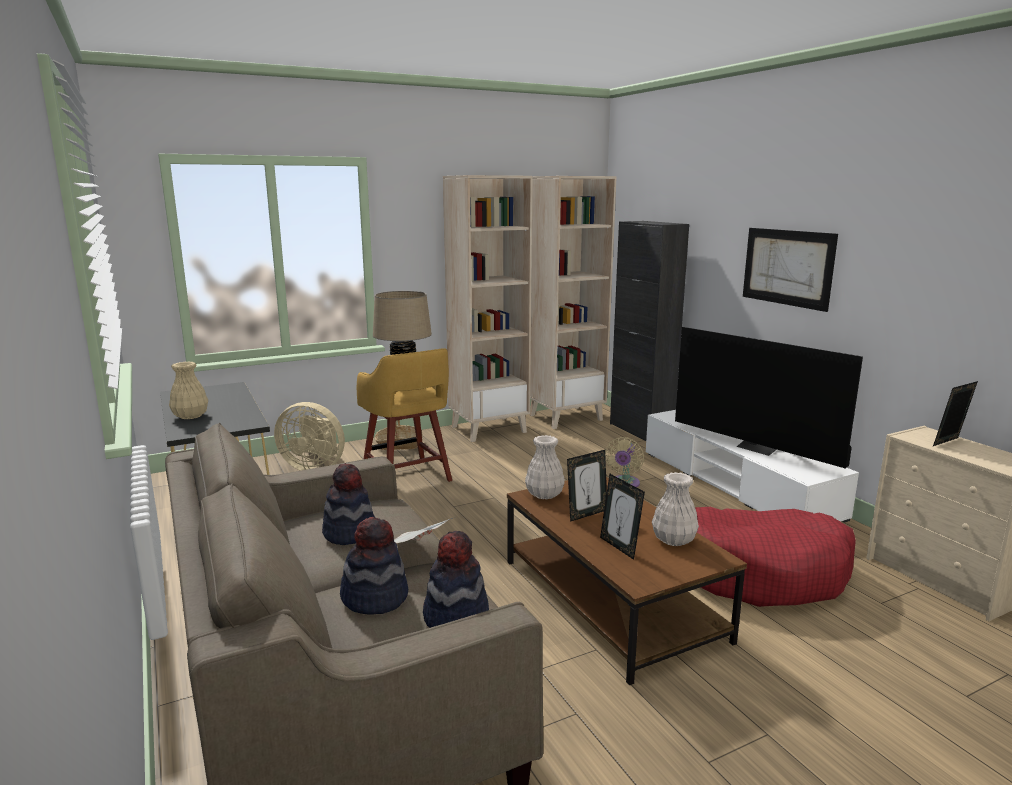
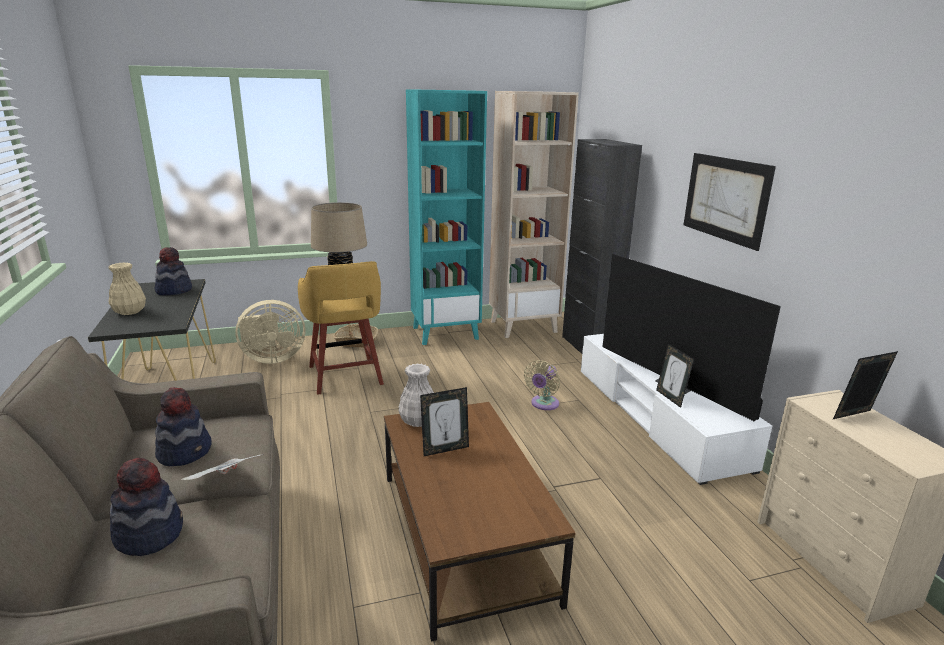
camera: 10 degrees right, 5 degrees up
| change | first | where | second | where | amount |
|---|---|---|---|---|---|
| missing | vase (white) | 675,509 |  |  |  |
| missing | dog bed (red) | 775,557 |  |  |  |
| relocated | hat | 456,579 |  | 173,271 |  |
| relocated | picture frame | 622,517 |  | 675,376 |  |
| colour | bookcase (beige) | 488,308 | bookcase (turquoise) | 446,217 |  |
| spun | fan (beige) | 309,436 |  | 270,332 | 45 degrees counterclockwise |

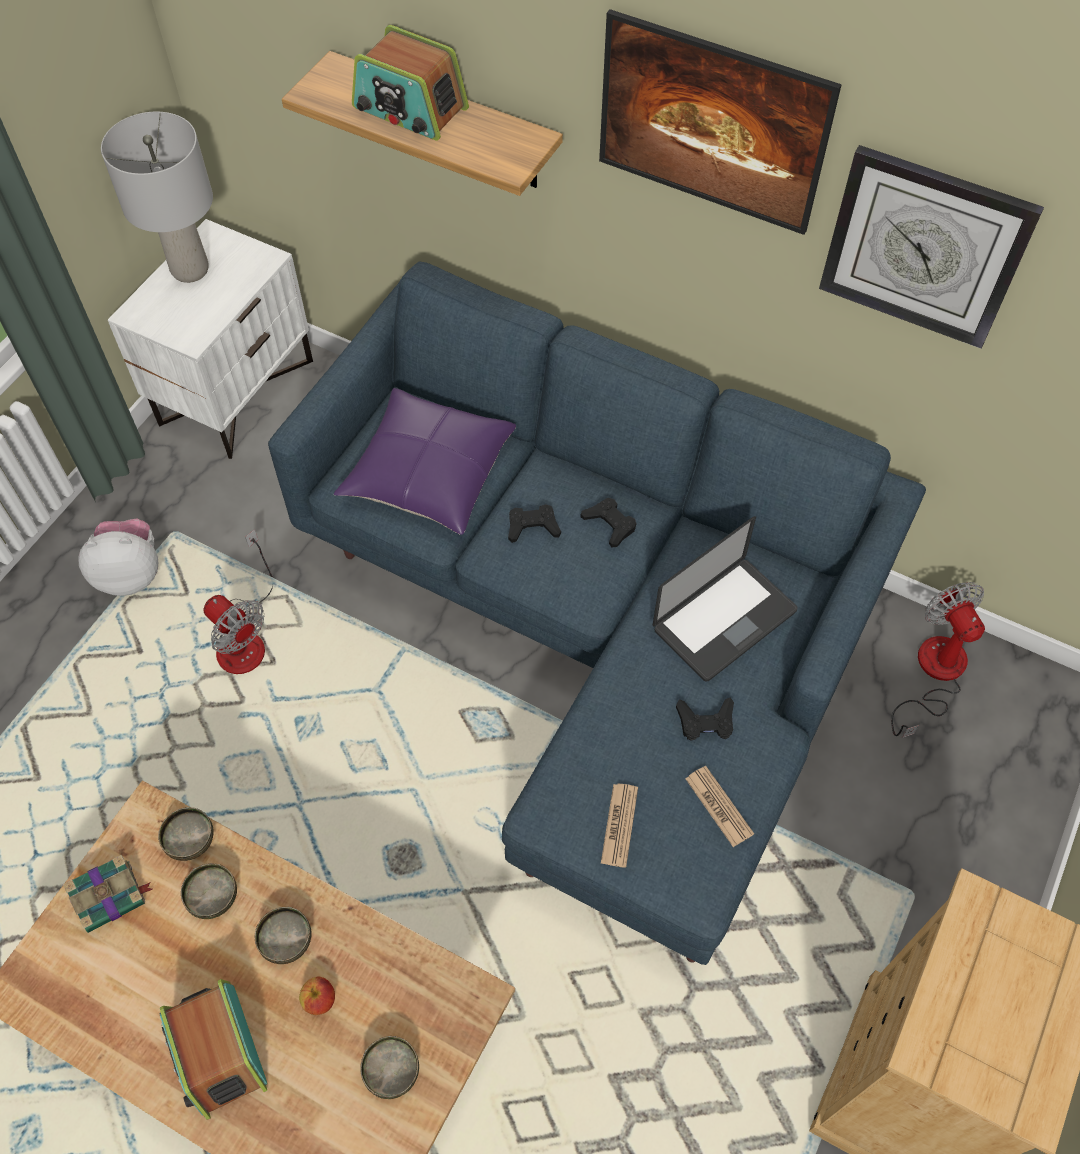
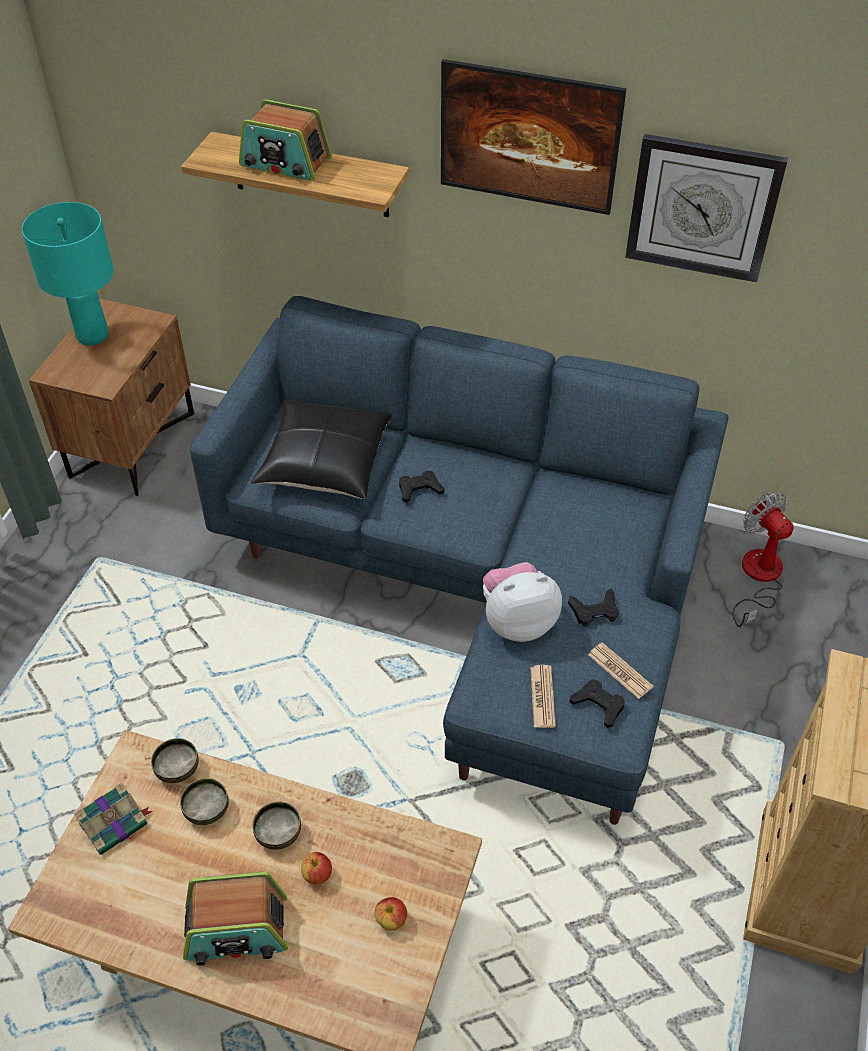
camera: 10 degrees left, 10 degrees down
| change | first | where | second | where | amount |
|---|---|---|---|---|---|
| missing | fan | 238,601 |  |  |  |
| missing | laptop | 725,599 |  |  |  |
| relocated | plush toy | 118,557 |  | 522,602 |  |
| relocated | game controller (black) | 608,523 |  | 597,703 |  |
| exchanged | bowl | 389,1067 | apple | 391,913 |  |
| colour | table lamp (grey) | 157,197 | table lamp (turquoise) | 68,274 |  |
| colour | nightstand (white) | 210,339 | nightstand (brown) | 111,397 |  |
| colour | pillow (purple) | 425,461 | pillow (black) | 321,449 |  |
| spun | radio | 213,1049 |  | 235,919 | 60 degrees counterclockwise |

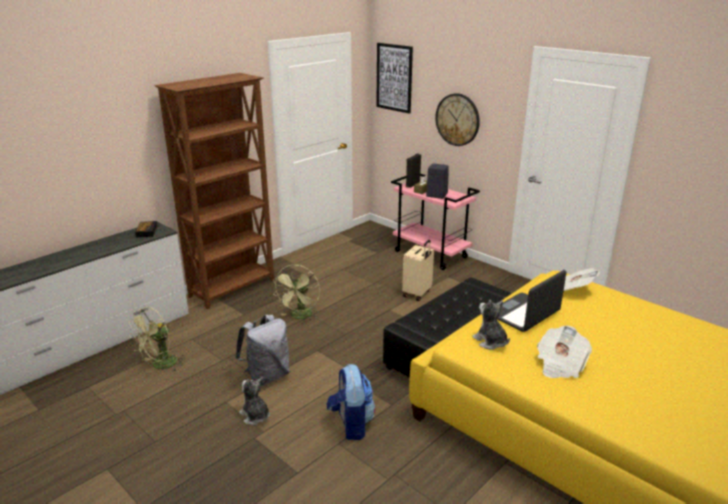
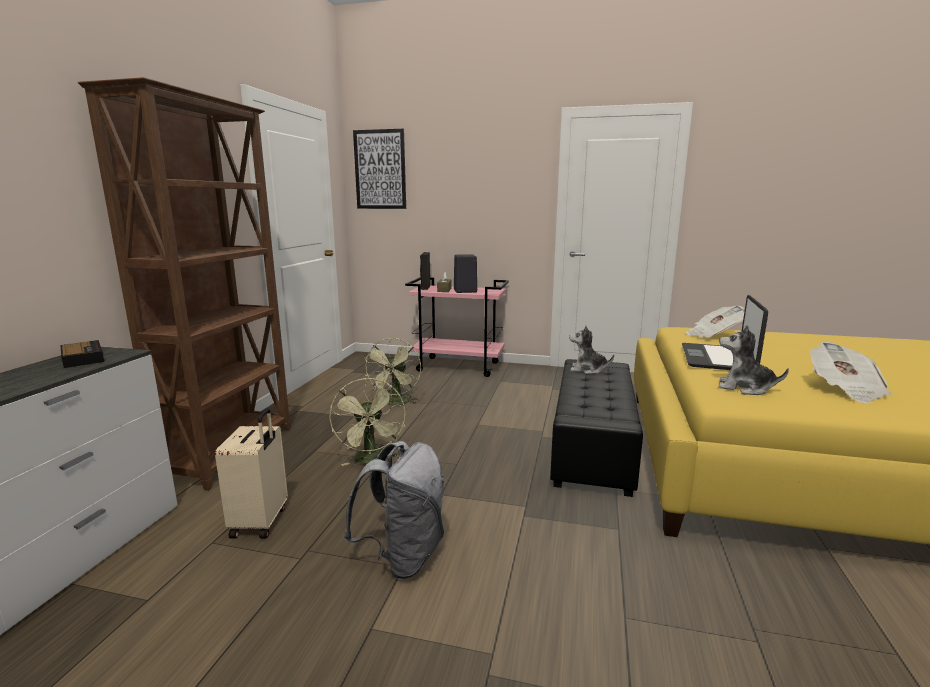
camera: 30 degrees left, 10 degrees down
| change | first | where | second | where | amount |
|---|---|---|---|---|---|
| missing | backpack | 351,402 |  |  |  |
| missing | wall clock | 457,119 |  |  |  |
| relocated | fan (green) | 157,339 |  | 392,371 |  |
| relocated | plush toy | 254,401 |  | 591,349 |  |
| relocated | suitcase (beige) | 418,270 |  | 251,473 |  |

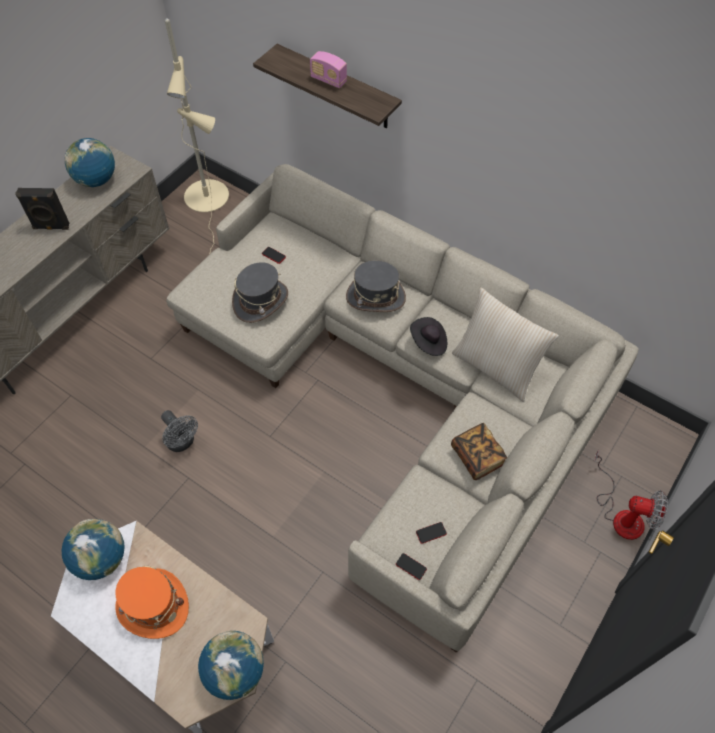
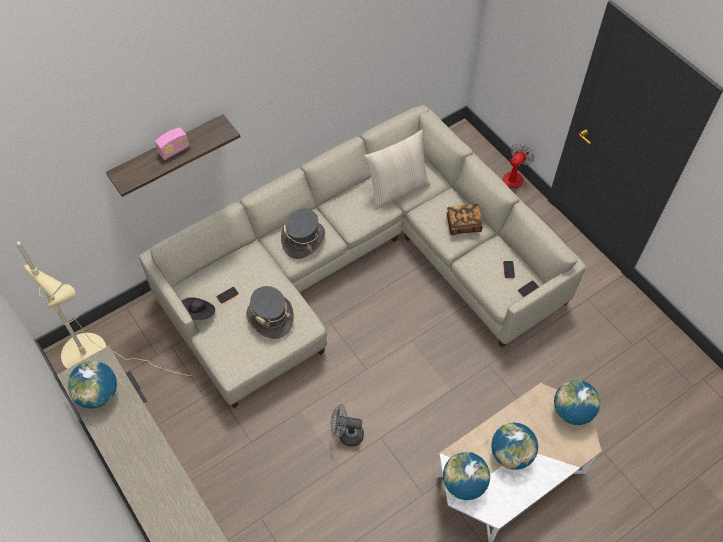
camera: 70 degrees left, 0 degrees up
| change | first | where | second | where | amount |
|---|---|---|---|---|---|
| missing | speaker (black) | 42,209 |  |  |  |
| relocated | hat (black) | 428,336 |  | 198,308 |  |
| exchanged | hat (orange) | 152,602 | globe | 514,446 |  |
| spun | fan (grey) | 179,431 |  | 347,425 | 150 degrees counterclockwise |

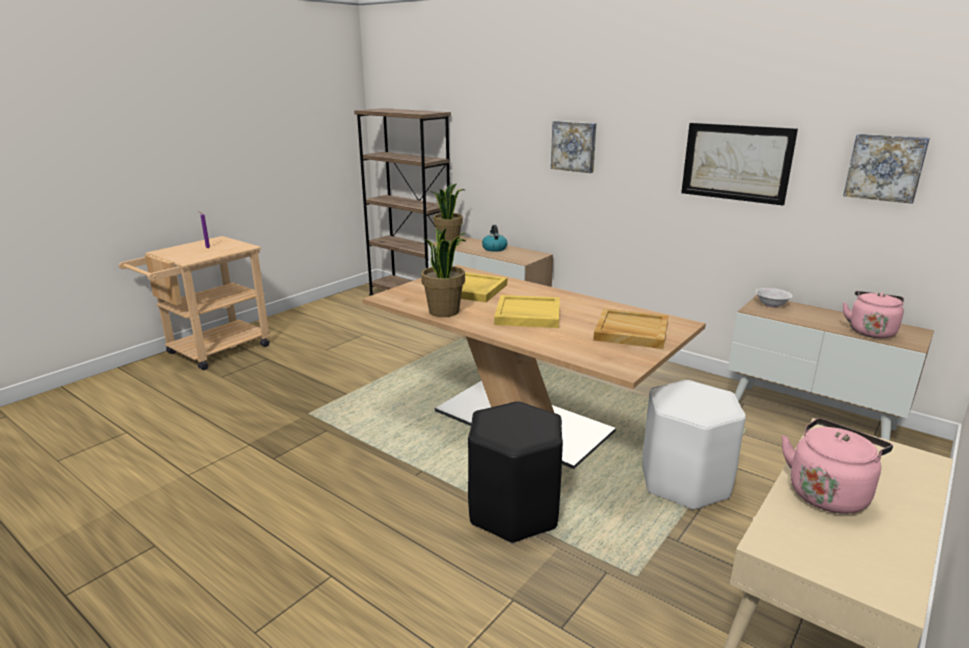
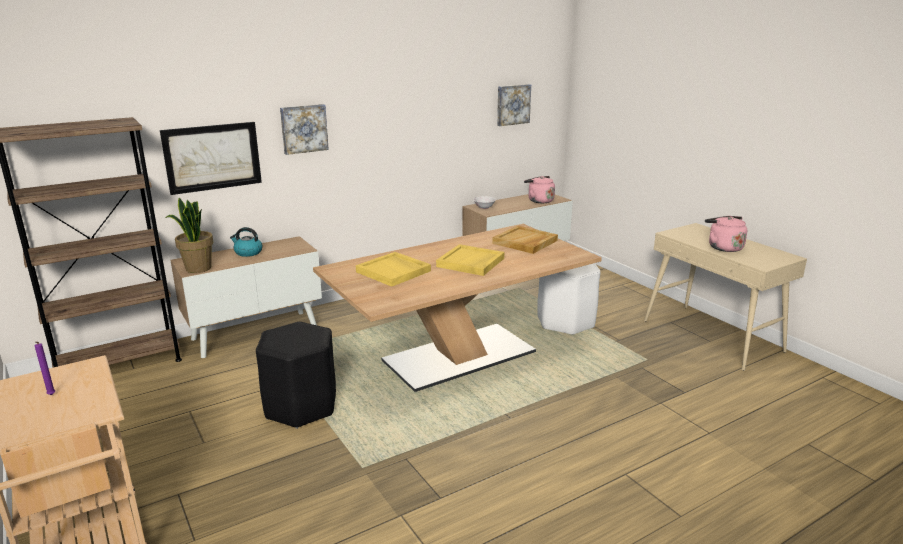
camera: 70 degrees left, 0 degrees up
| change | first | where | second | where | amount |
|---|---|---|---|---|---|
| missing | potted plant | 444,272 |  |  |  |
| relocated | stool (black) | 515,472 |  | 296,375 |  |
| relocated | picture | 739,164 |  | 211,158 |  |

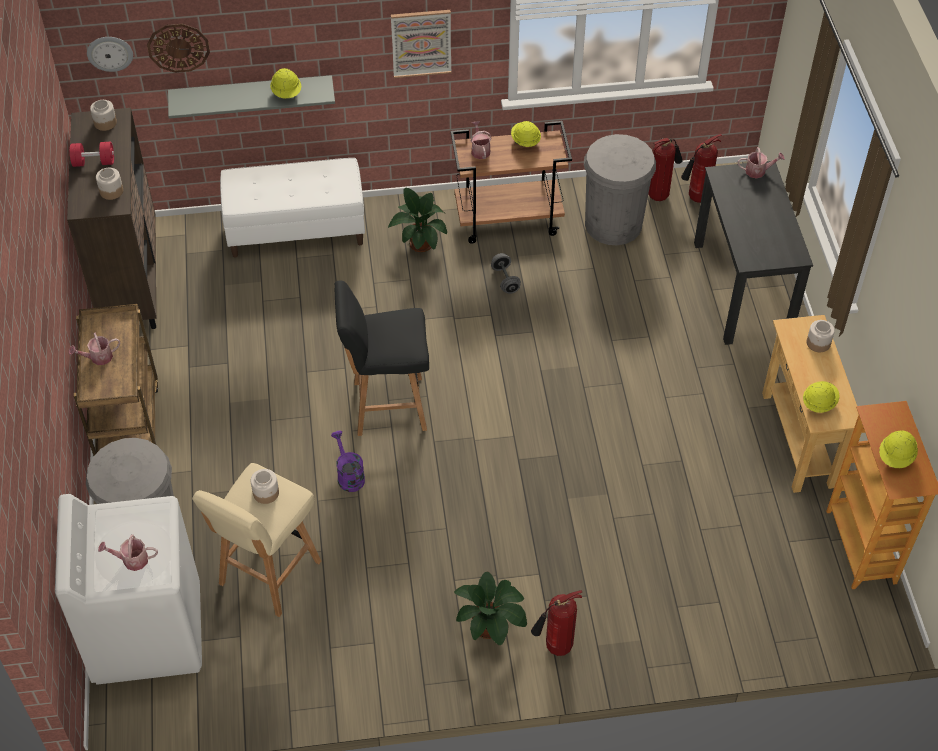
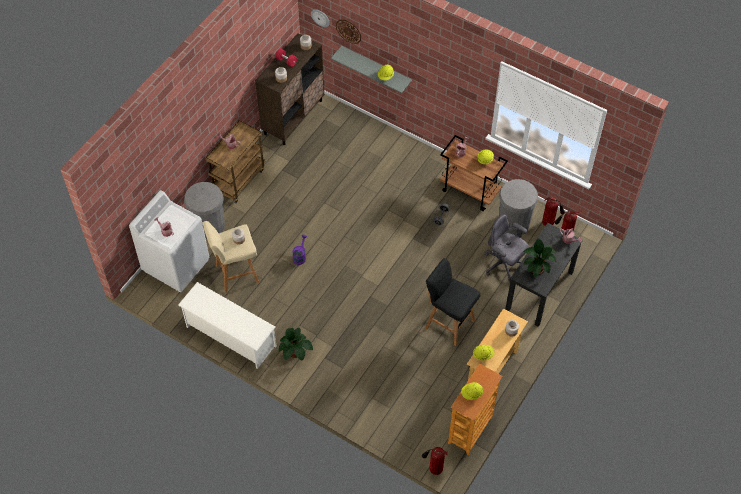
camera: 40 degrees right, 5 degrees up
| change | first | where | second | where | amount |
|---|---|---|---|---|---|
| missing | bench (white) | 292,208 |  |  |  |
| missing | picture | 421,44 |  |  |  |
| appeared |  |  | shoe rack (white) | 227,325 |  |
| appeared |  |  | office chair (grey) | 507,247 |  |
| relocated | stool (black) | 382,358 |  | 453,302 |  |
| relocated | potted plant | 417,220 |  | 539,258 |  |
| relocated | fire extinguisher | 556,623 |  | 435,461 |  |

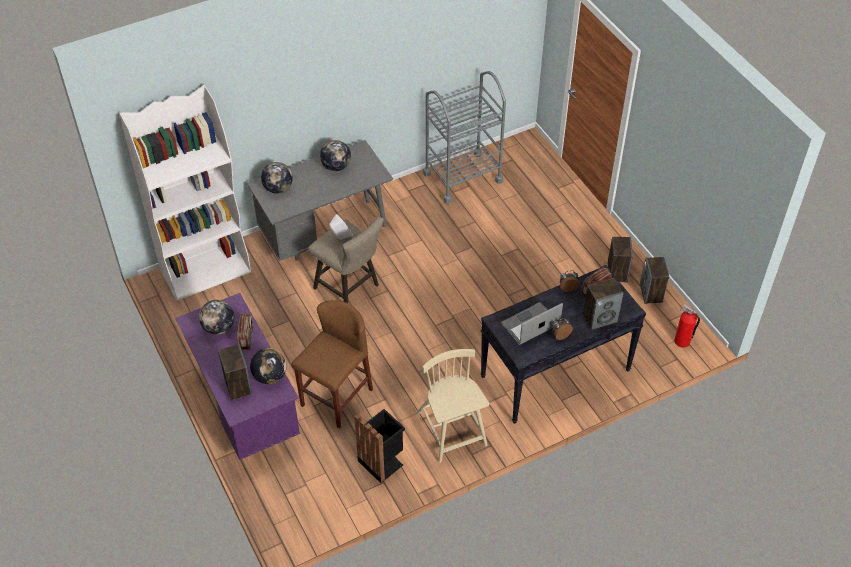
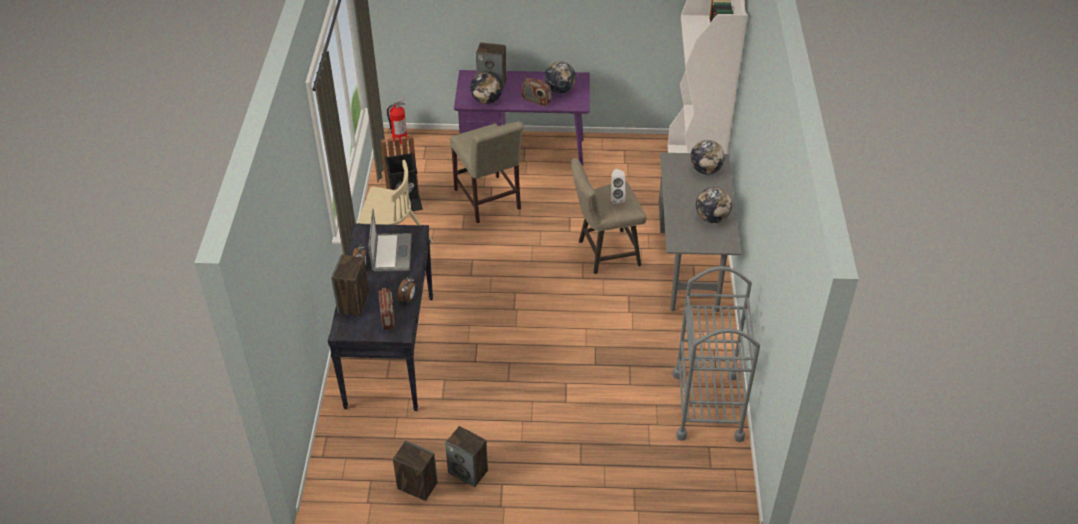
camera: 120 degrees right, 5 degrees down
| change | first | where | second | where | amount |
|---|---|---|---|---|---|
| relocated | fire extinguisher | 687,326 |  | 397,121 |  |
| exchanged | stool (brown) | 332,364 | chair (beige) | 487,172 |  |

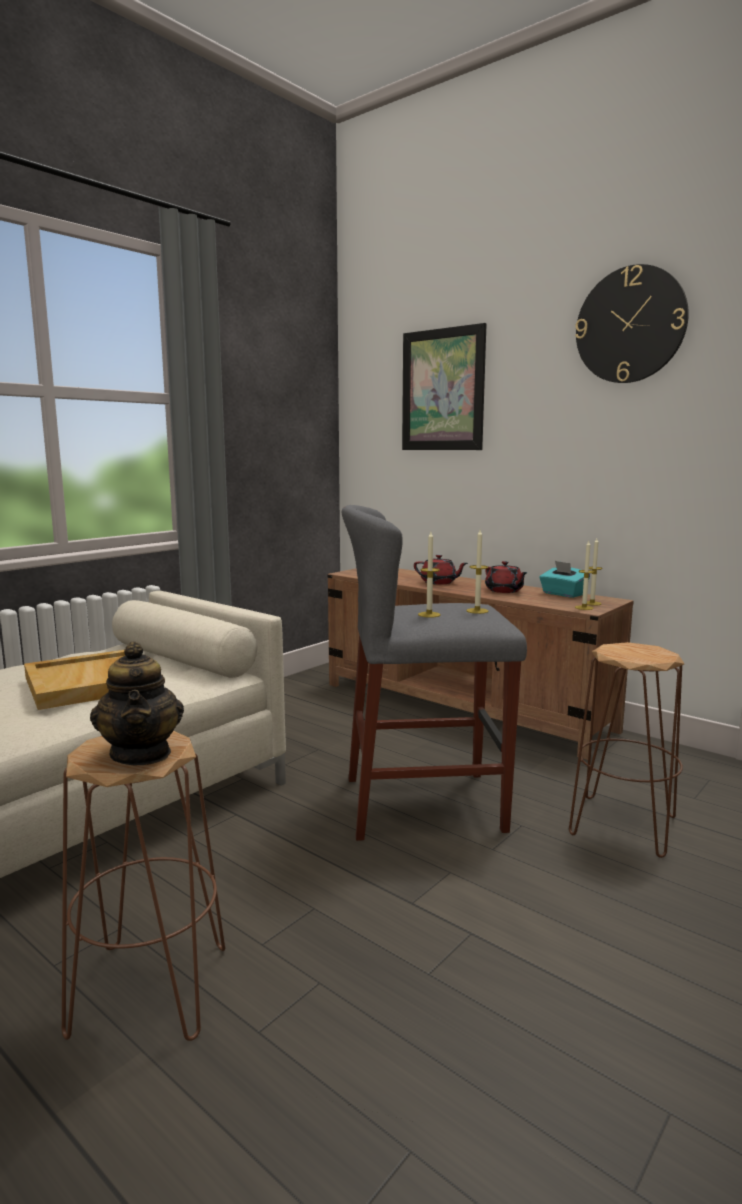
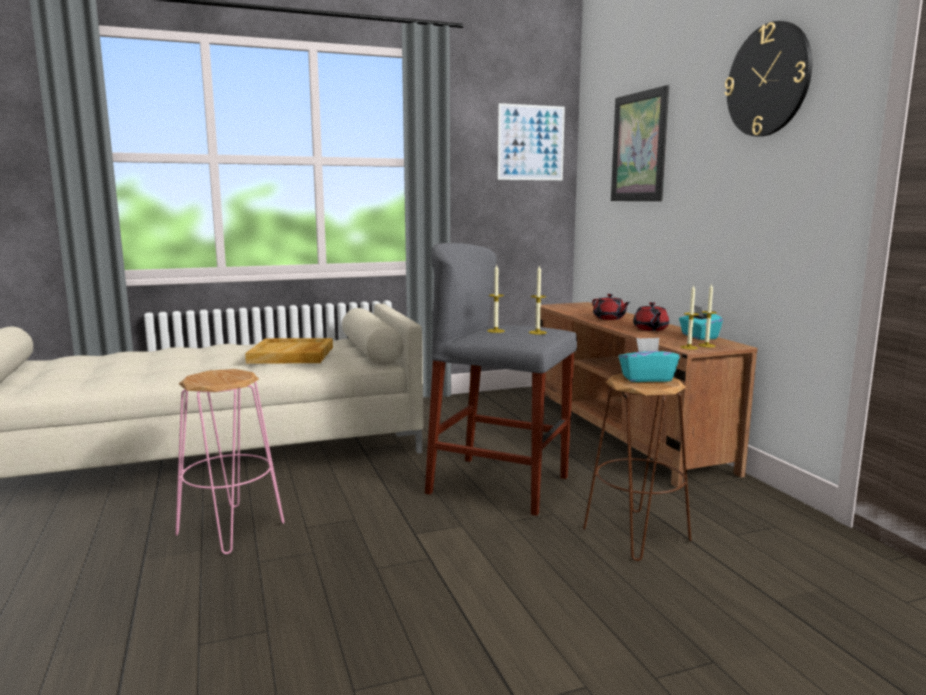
camera: 30 degrees right, 0 degrees up
| change | first | where | second | where | amount |
|---|---|---|---|---|---|
| missing | teapot | 137,703 |  |  |  |
| appeared |  |  | picture | 531,141 |  |
| appeared |  |  | tissue box (turquoise) | 649,360 |  |
| colour | stool (brown) | 143,886 | stool (pink) | 229,461 |  |

